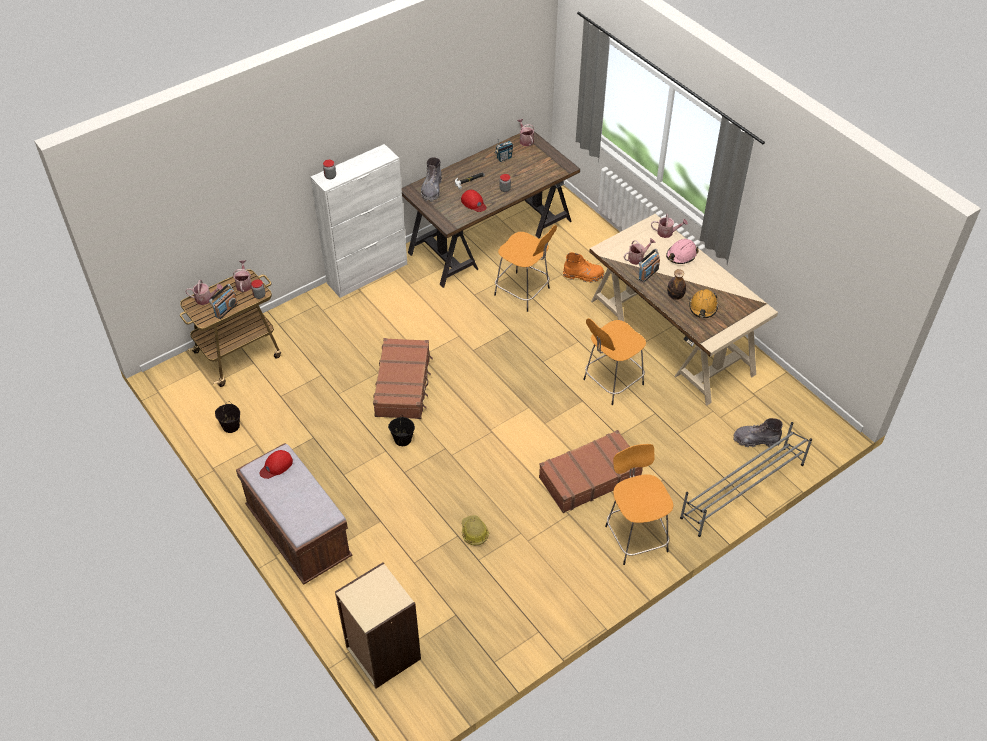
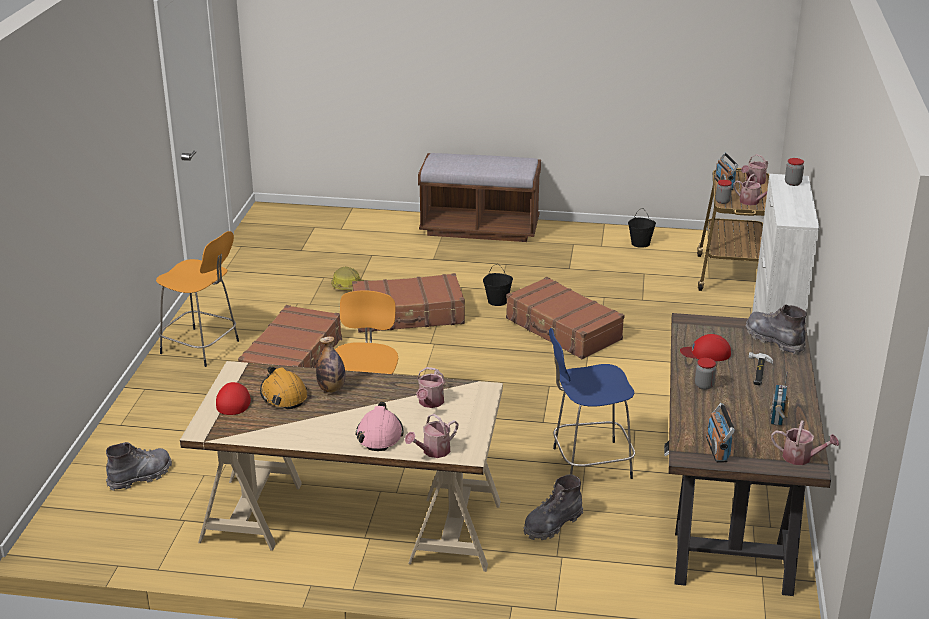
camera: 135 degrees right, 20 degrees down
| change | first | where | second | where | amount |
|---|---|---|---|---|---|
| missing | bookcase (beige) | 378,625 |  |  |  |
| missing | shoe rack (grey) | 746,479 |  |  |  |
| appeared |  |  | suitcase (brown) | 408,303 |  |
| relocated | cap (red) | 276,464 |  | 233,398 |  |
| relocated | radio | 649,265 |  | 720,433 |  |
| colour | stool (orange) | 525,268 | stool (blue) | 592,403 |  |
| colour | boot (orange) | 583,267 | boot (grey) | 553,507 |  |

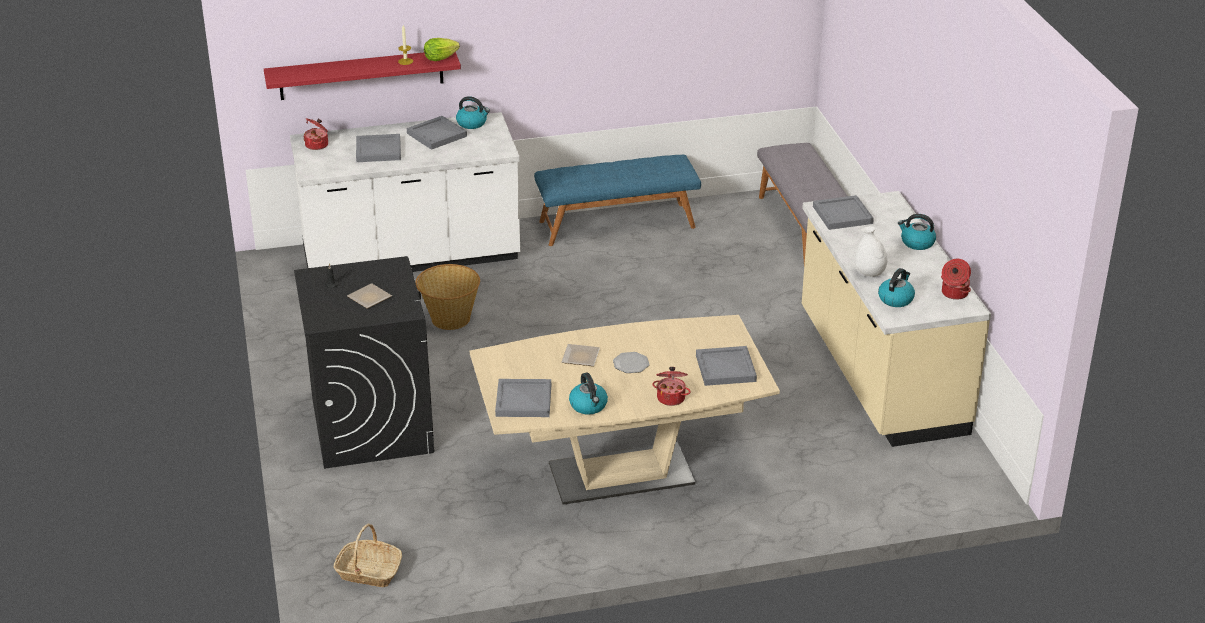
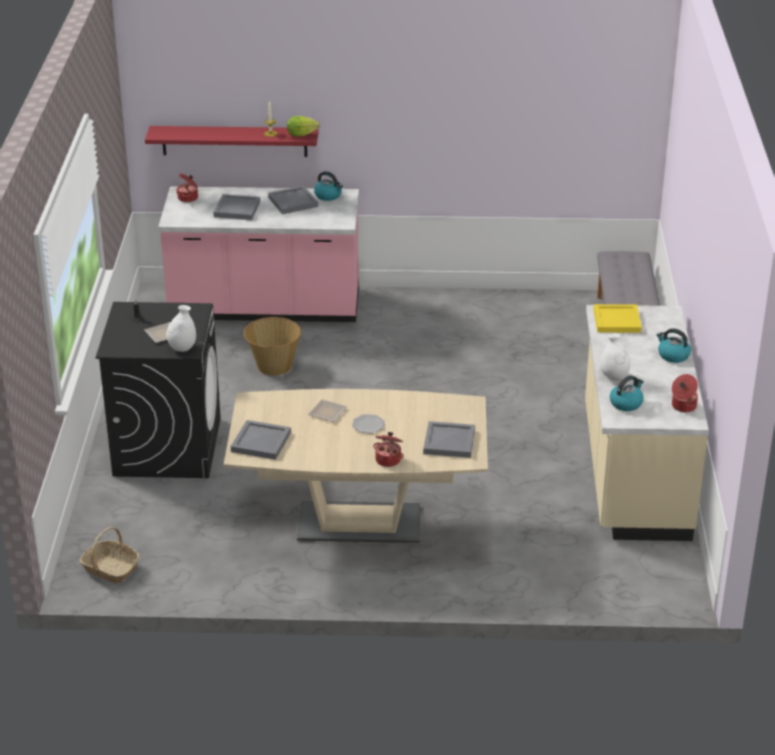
camera: 15 degrees right, 0 degrees up
| change | first | where | second | where | amount |
|---|---|---|---|---|---|
| missing | bench (blue) | 617,200 |  |  |  |
| missing | kettle | 588,394 |  |  |  |
| appeared |  |  | vase (white) | 181,328 |  |
| colour | counter (white) | 405,192 | counter (pink) | 258,254 |  |
| colour | tray (grey) | 843,212 | tray (yellow) | 618,318 |  |

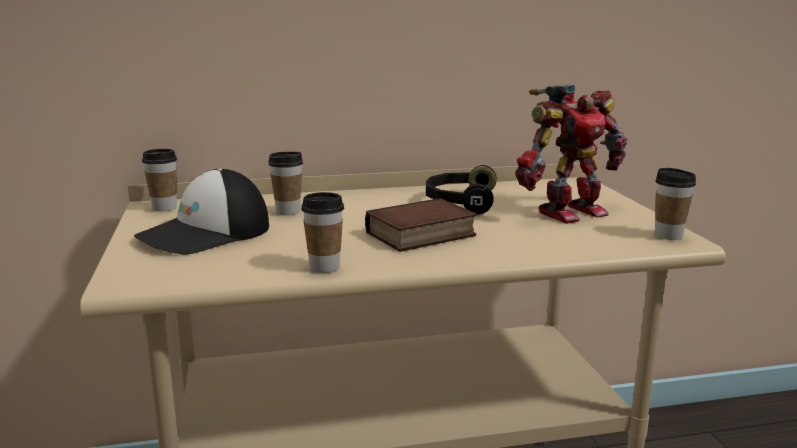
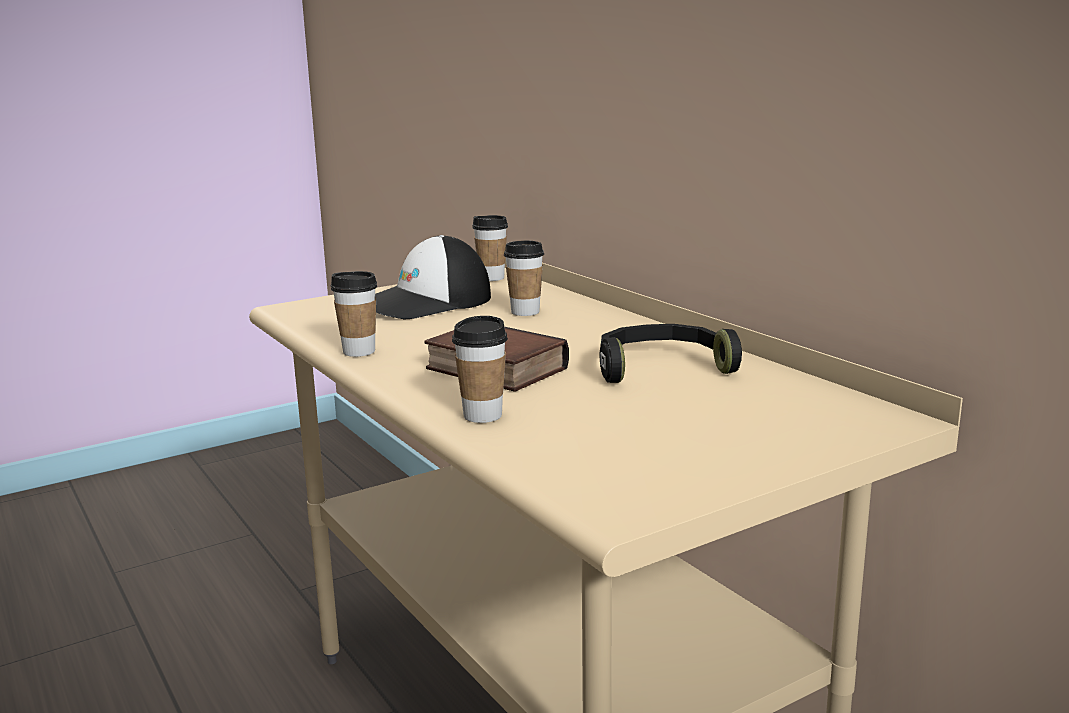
camera: 70 degrees right, 0 degrees up
| change | first | where | second | where | amount |
|---|---|---|---|---|---|
| missing | toy robot | 571,153 |  |  |  |
| relocated | cup | 675,204 |  | 480,369 |  |
| spun | cap | 201,211 |  | 433,277 | 60 degrees counterclockwise |

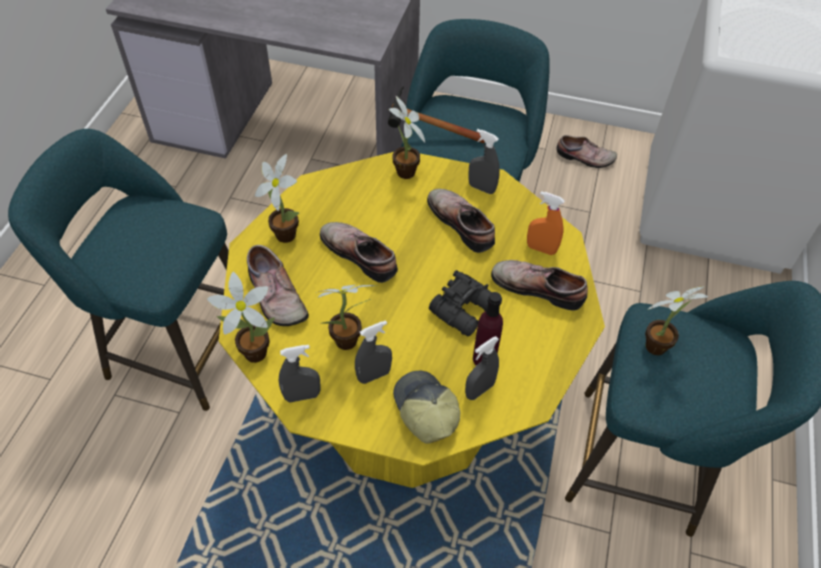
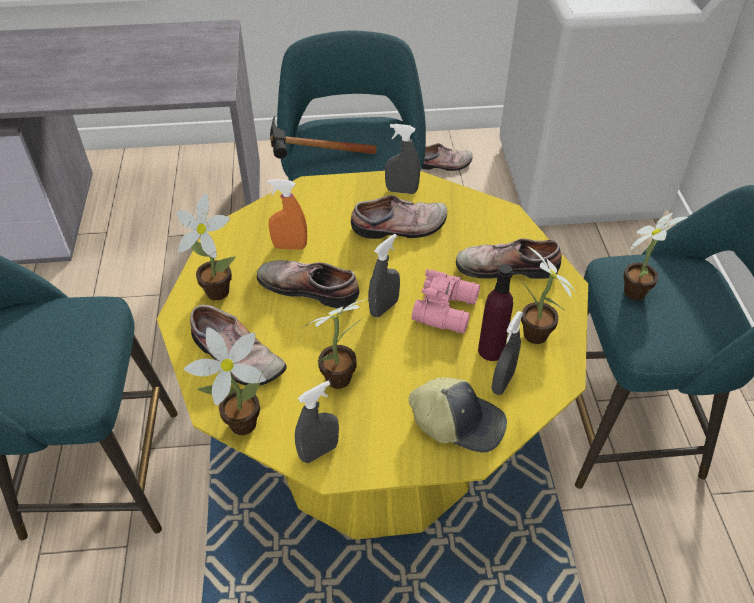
camera: 20 degrees left, 5 degrees down
| change | first | where | second | where | amount |
|---|---|---|---|---|---|
| relocated | spray bottle (grey) | 373,352 |  | 384,275 |  |
| relocated | potted plant | 407,137 |  | 549,294 |  |
| relocated | spray bottle (orange) | 546,223 |  | 287,214 |  |
| colour | binoculars (black) | 460,303 | binoculars (pink) | 446,301 |  |
| spun | cap | 427,407 |  | 458,414 | 150 degrees clockwise |
| spun | shoe | 461,221 |  | 399,217 | 135 degrees clockwise |

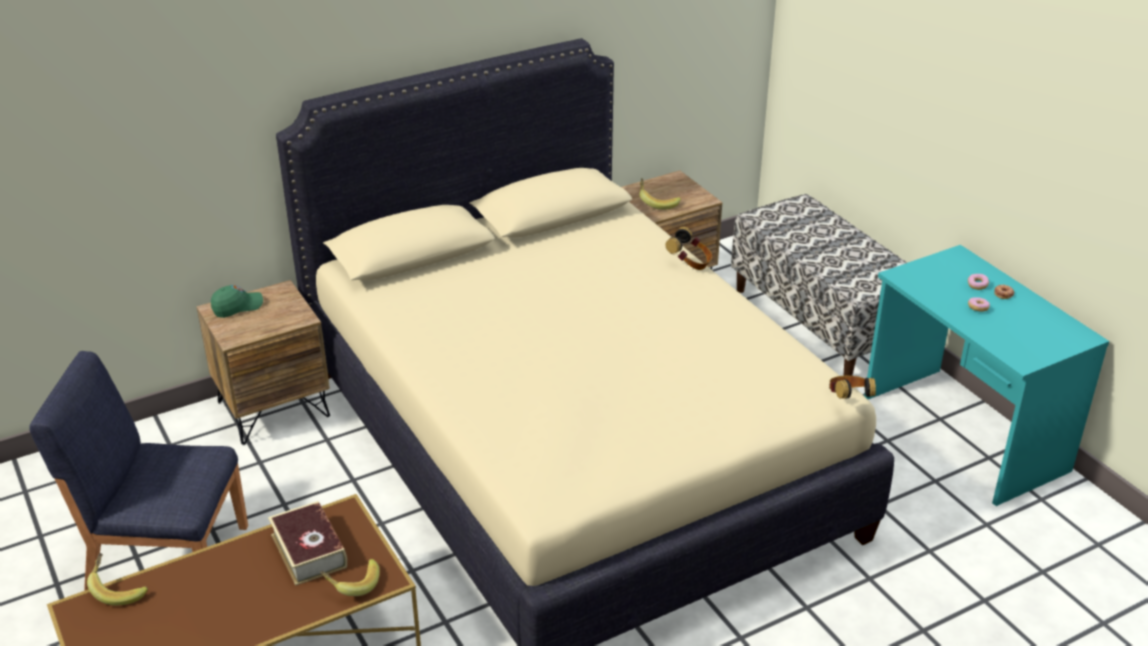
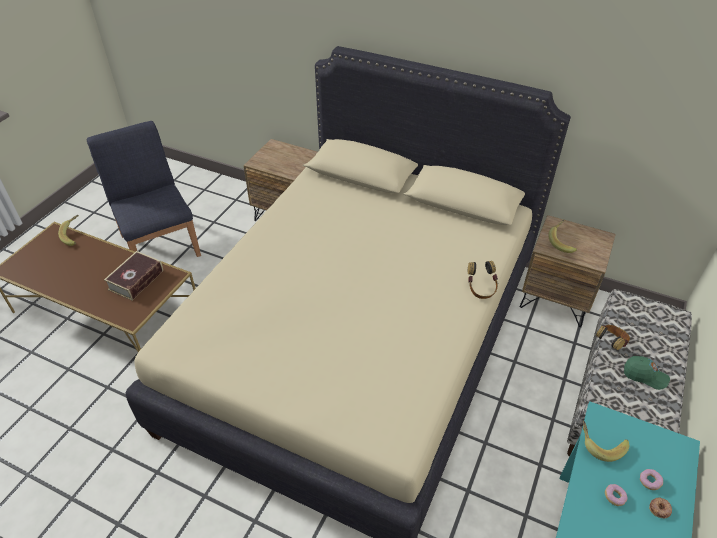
camera: 55 degrees right, 10 degrees up
| change | first | where | second | where | amount |
|---|---|---|---|---|---|
| relocated | cap (green) | 237,301 |  | 647,373 |  |
| relocated | banana | 350,577 |  | 606,441 |  |
| relocated | headphones | 852,387 |  | 612,337 |  |

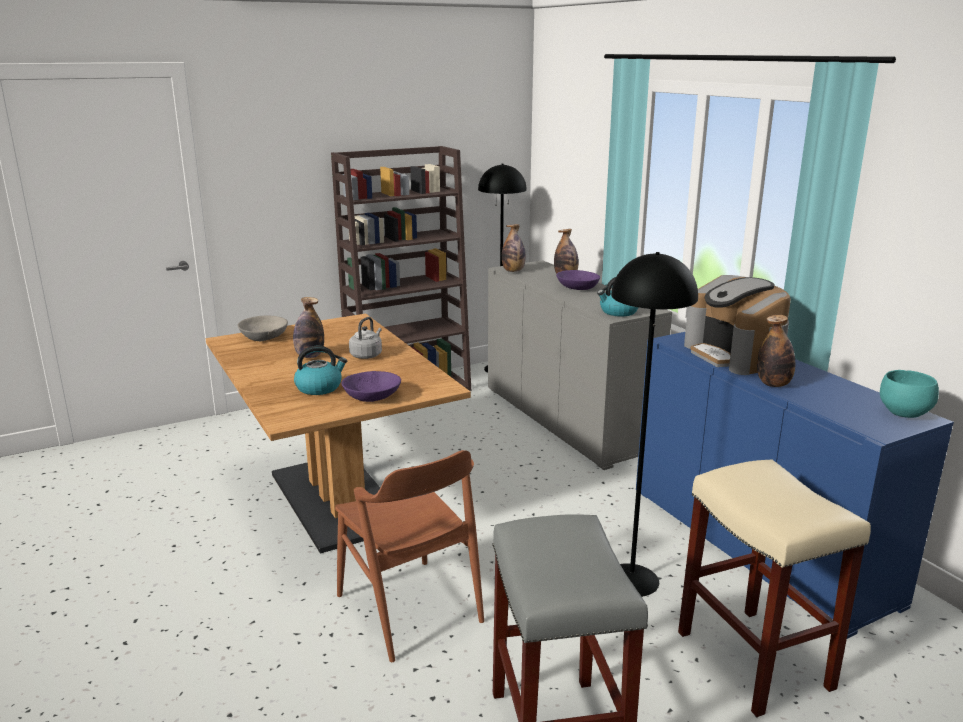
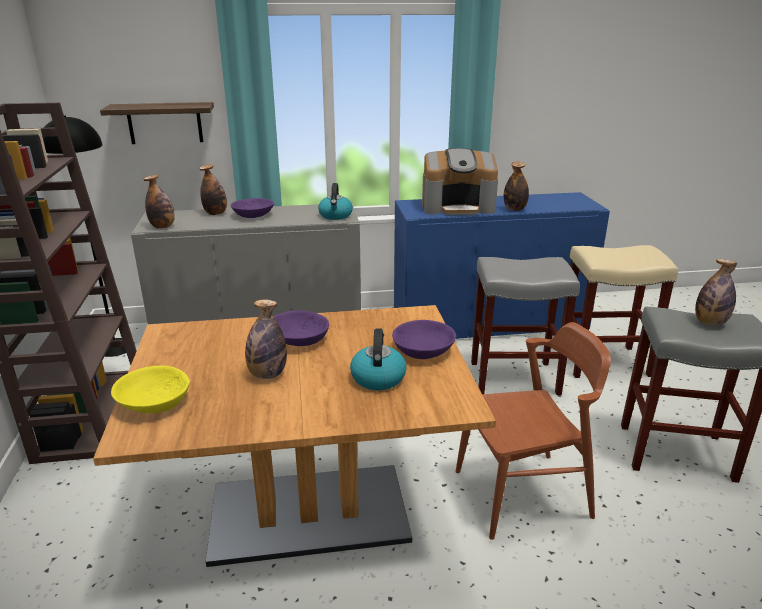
camera: 70 degrees left, 5 degrees up
| change | first | where | second | where | amount |
|---|---|---|---|---|---|
| missing | bowl (turquoise) | 909,394 |  |  |  |
| appeared |  |  | shelf | 157,123 |  |
| appeared |  |  | bottle | 716,292 |  |
| exchanged | kettle (grey) | 365,338 | bowl (purple) | 301,328 |  |
| exchanged | floor lamp (black) | 654,424 | stool (grey) | 525,326 |  |
| colour | bowl (grey) | 262,328 | bowl (yellow) | 150,389 |  |

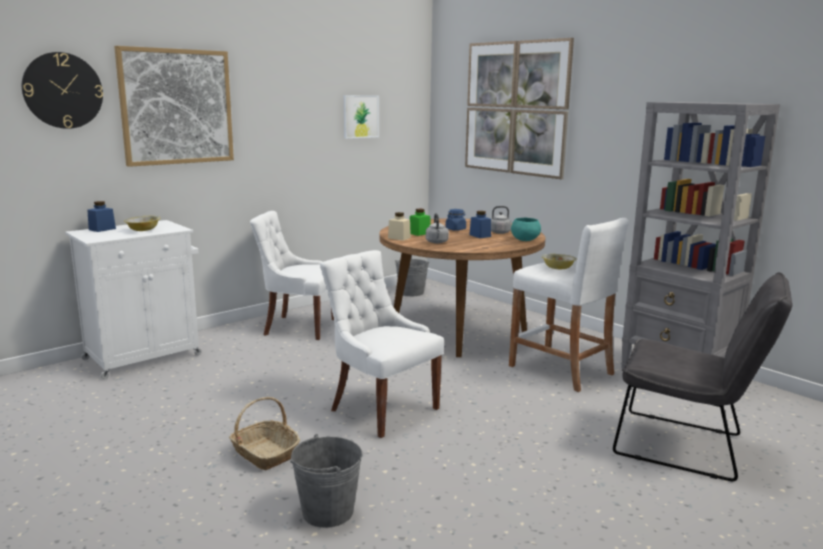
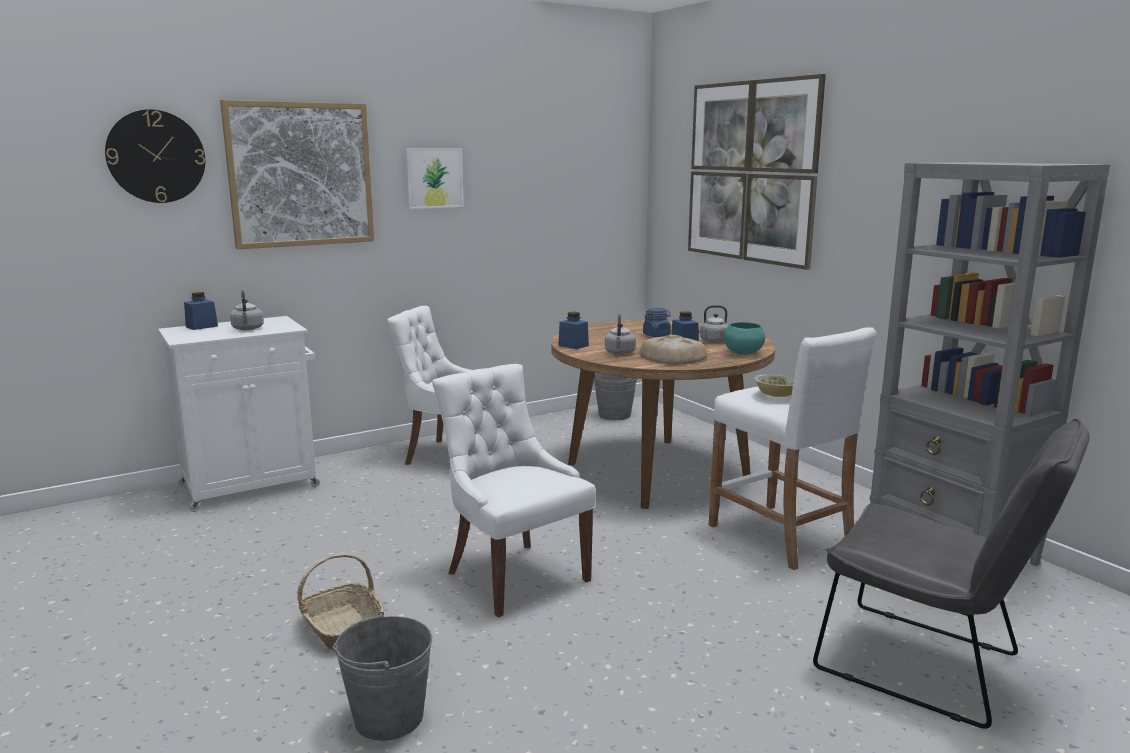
camera: 10 degrees right, 0 degrees up
| change | first | where | second | where | amount |
|---|---|---|---|---|---|
| missing | jar (green) | 420,222 |  |  |  |
| appeared |  |  | bread | 673,350 |  |
| relocated | picture | 361,117 |  | 434,178 |  |
| exchanged | bowl | 142,223 | kettle (grey) | 247,310 |  |
| colour | jar (beige) | 399,226 | jar (blue) | 573,330 |  |

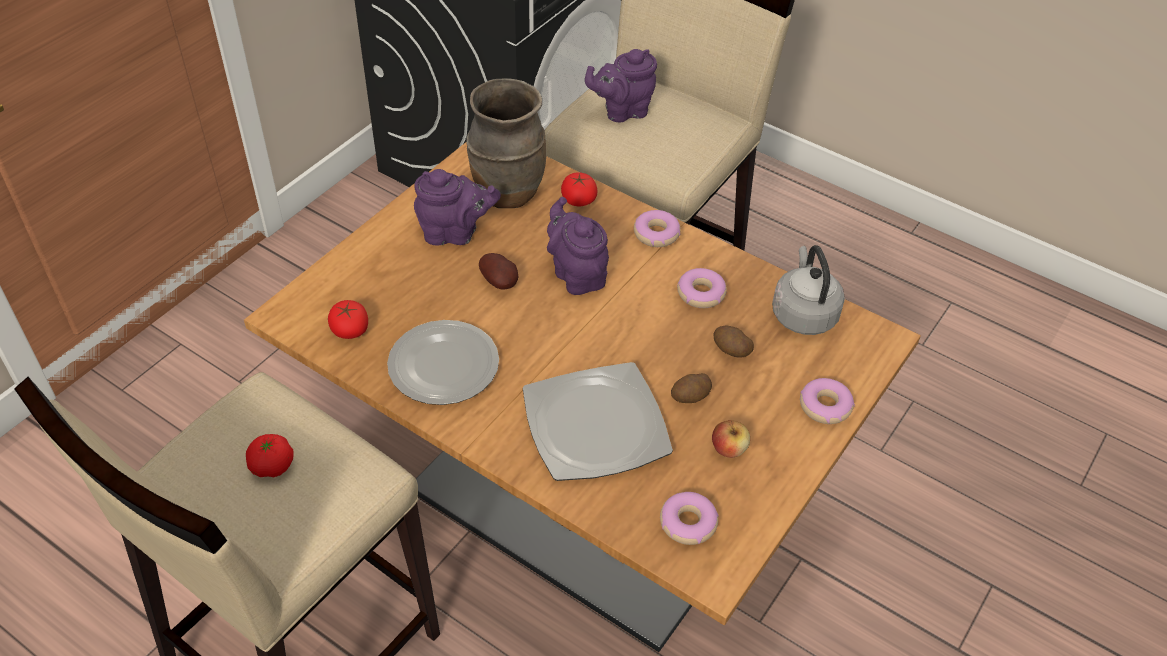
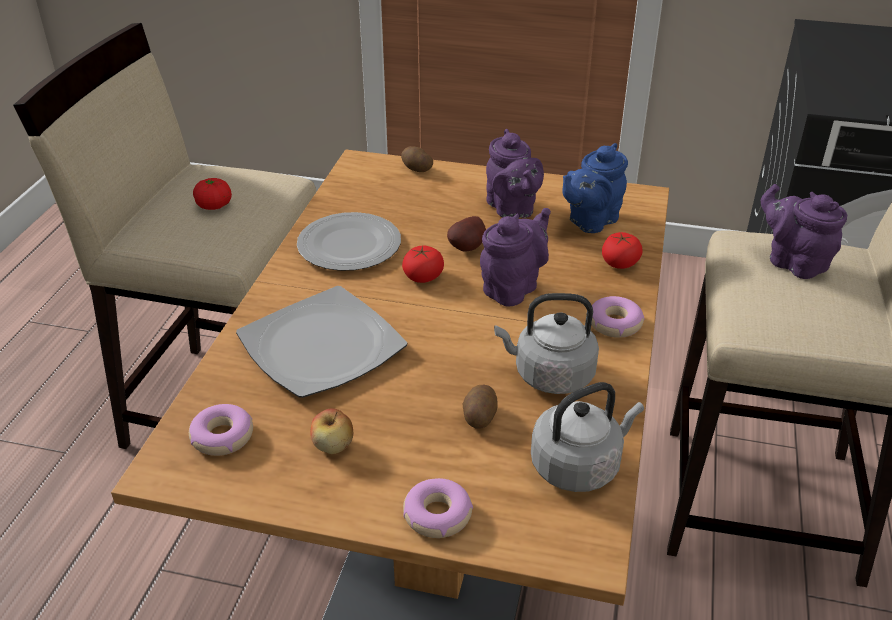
camera: 70 degrees right, 10 degrees down
| change | first | where | second | where | amount |
|---|---|---|---|---|---|
| relocated | tomato | 348,319 |  | 423,264 |  |
| relocated | potato | 691,388 |  | 417,159 |  |
| exchanged | vase (brown) | 506,143 | teapot (blue) | 595,188 |  |
| exchanged | donut | 702,288 | kettle (grey) | 546,343 |  |

